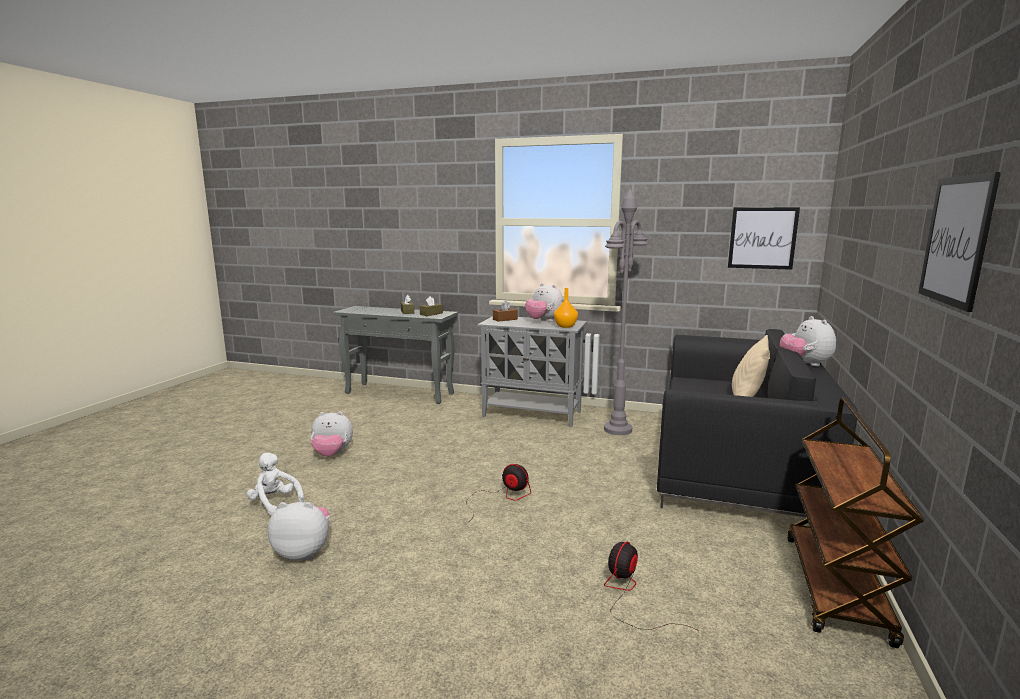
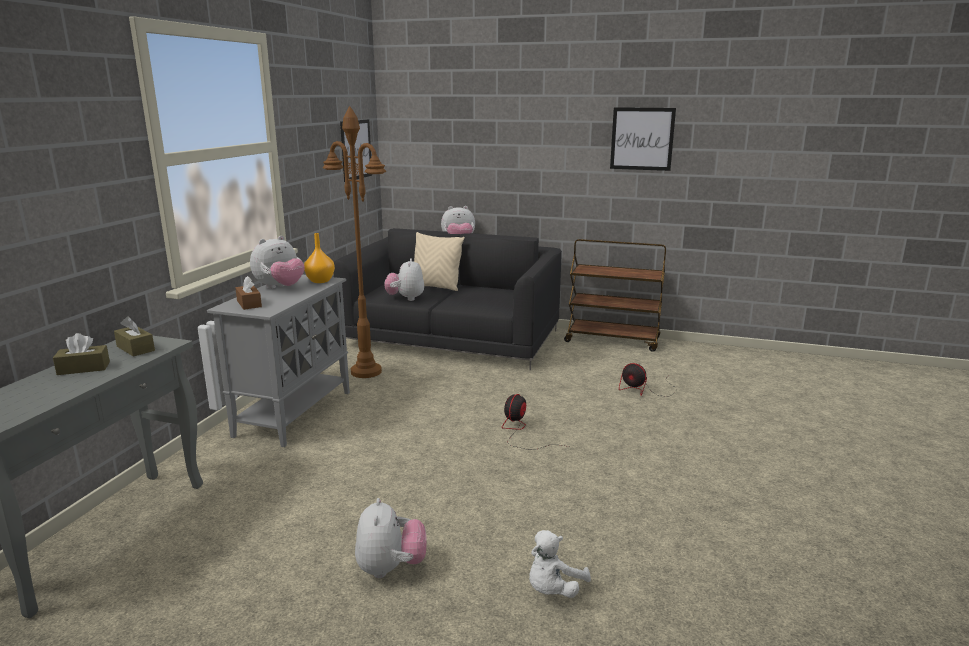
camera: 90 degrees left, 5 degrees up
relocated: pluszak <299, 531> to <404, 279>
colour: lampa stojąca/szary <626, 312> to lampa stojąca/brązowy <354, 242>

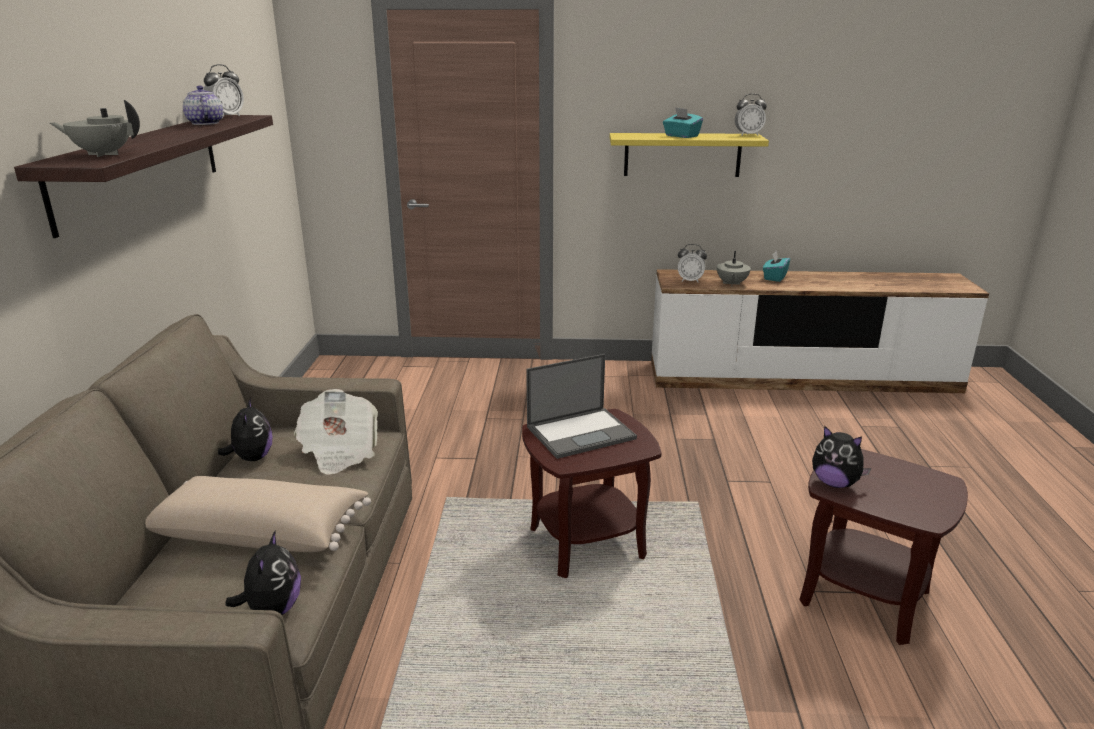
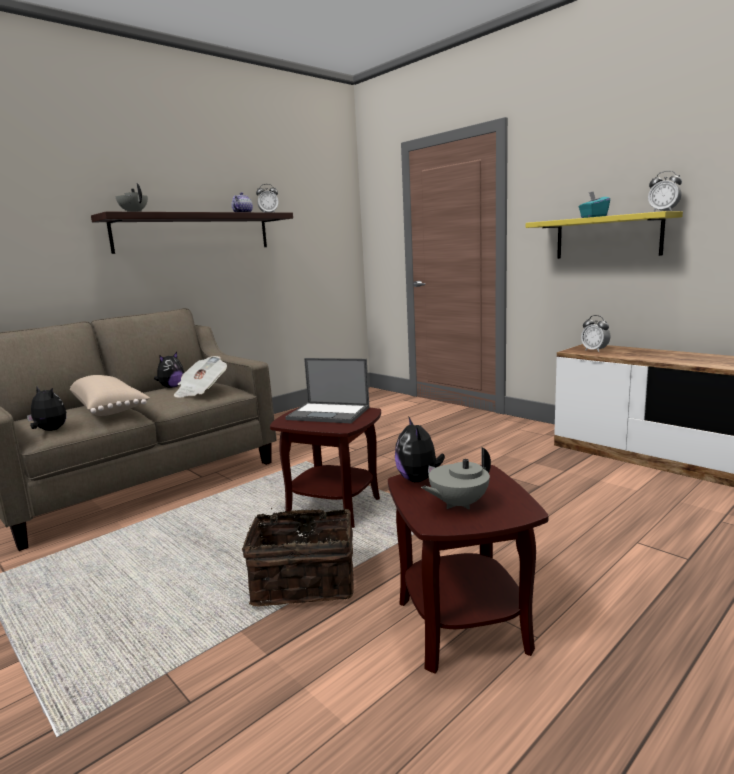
camera: 45 degrees right, 10 degrees down
missing: pudełko chusteczek/turkusowy <776, 266>
appeared: koszyk <298, 557>
relocated: imbryk/szary <734, 269> to <456, 478>
spun: pluszak <263, 573> = <46, 409> 105 degrees counterclockwise

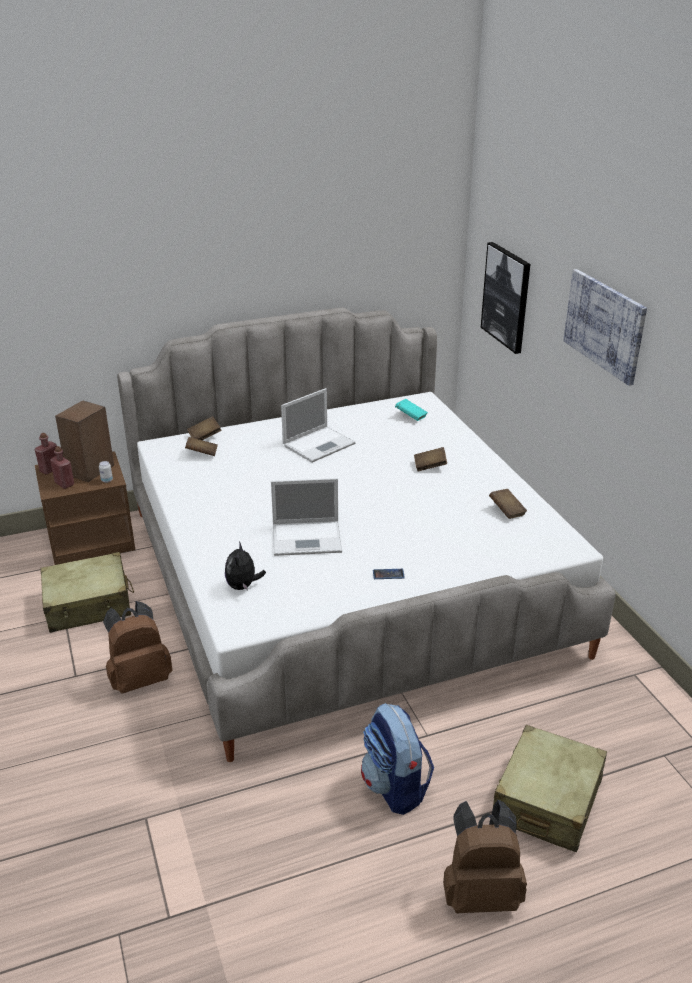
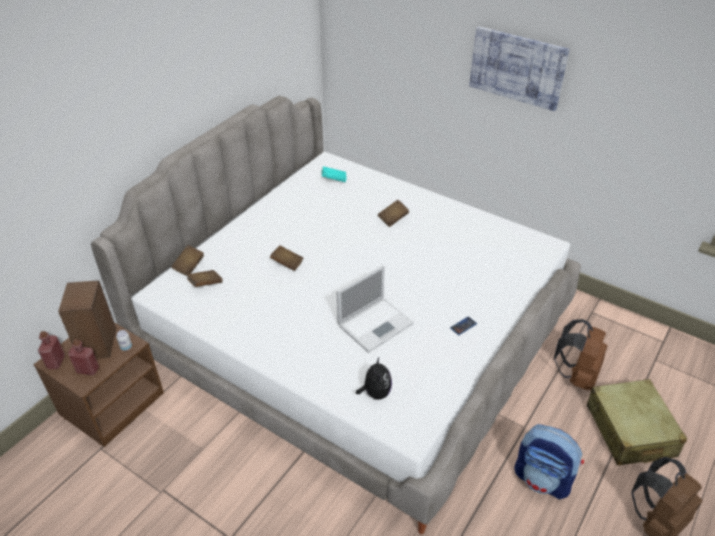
camera: 35 degrees left, 10 degrees up
missing: walizka/beżowy <87, 592>; laptop <318, 425>; obraz <505, 298>
relocated: plecak/brązowy <138, 647> to <580, 355>; książka/brązowy <508, 504> to <287, 258>
spun: pluszak <245, 565> = <374, 379> 150 degrees counterclockwise

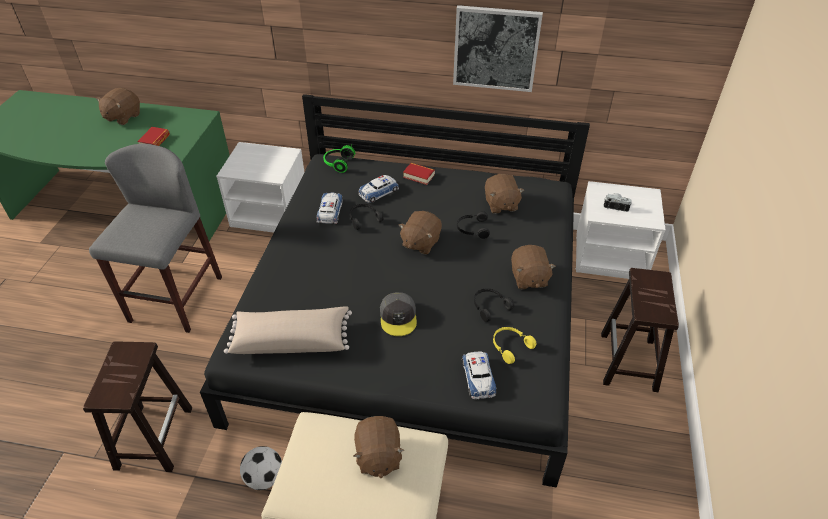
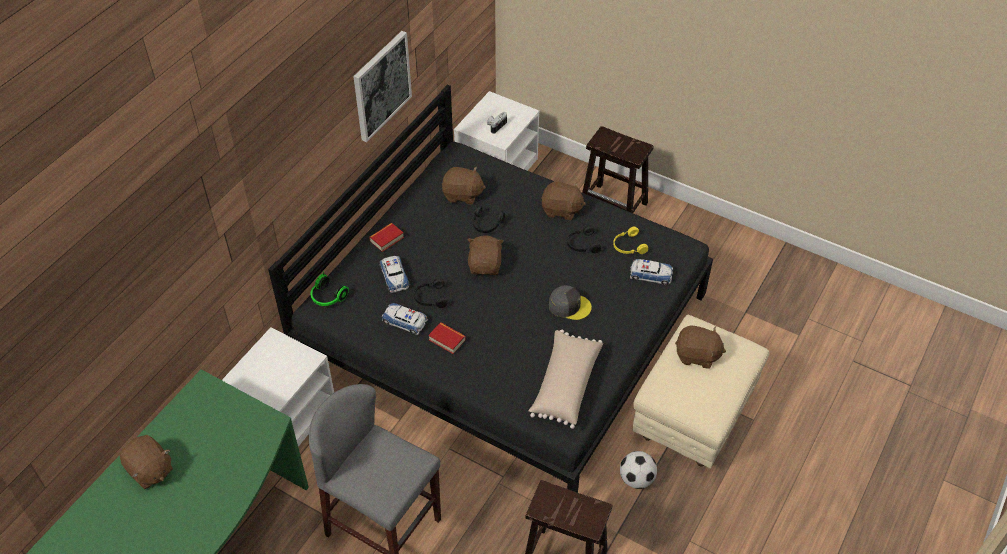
camera: 70 degrees left, 5 degrees up
relocated: książka <153, 136> to <447, 338>
spun: pluszak/brązowy <420, 233> = <485, 255> 135 degrees counterclockwise

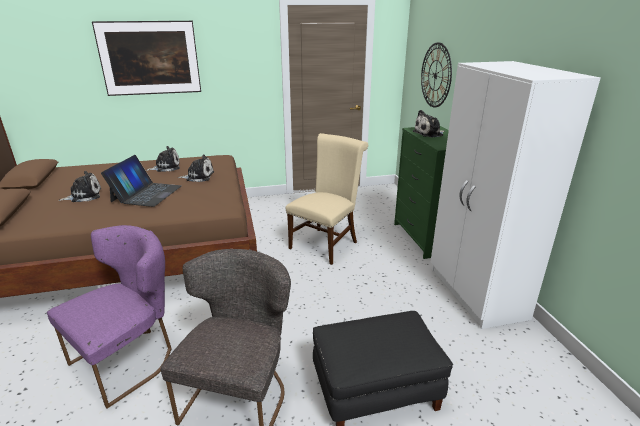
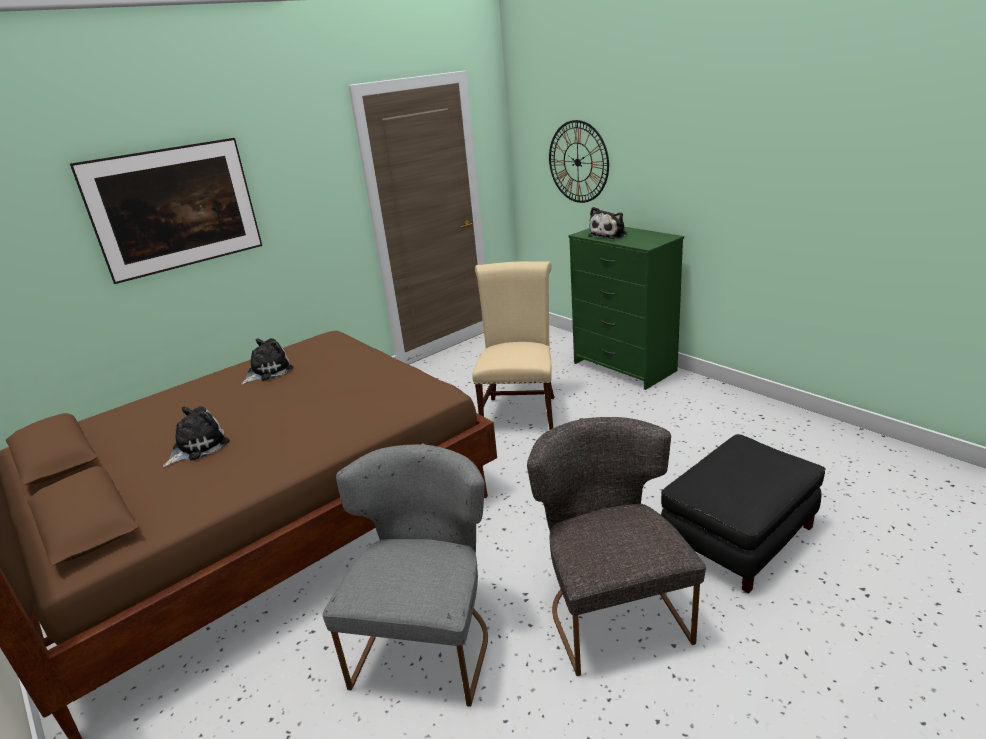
camera: 25 degrees left, 0 degrees up
missing: laptop <141, 181>; pluszak <196, 168>; szafa/biały <516, 195>
colour: krzesło/fioletowy <109, 317> to krzesło/szary <405, 575>

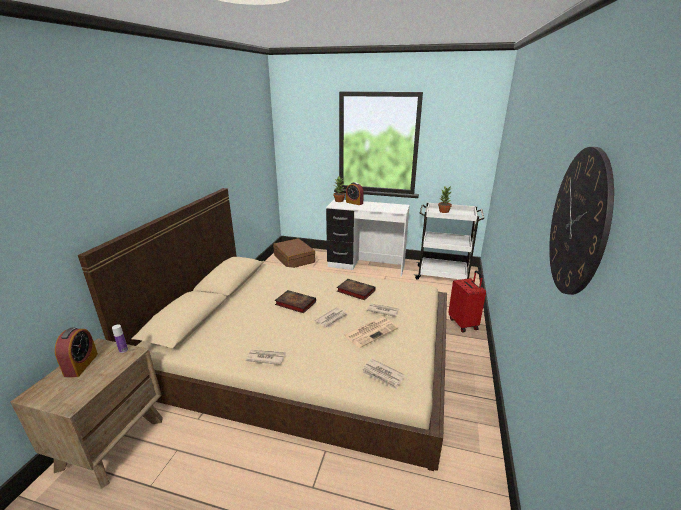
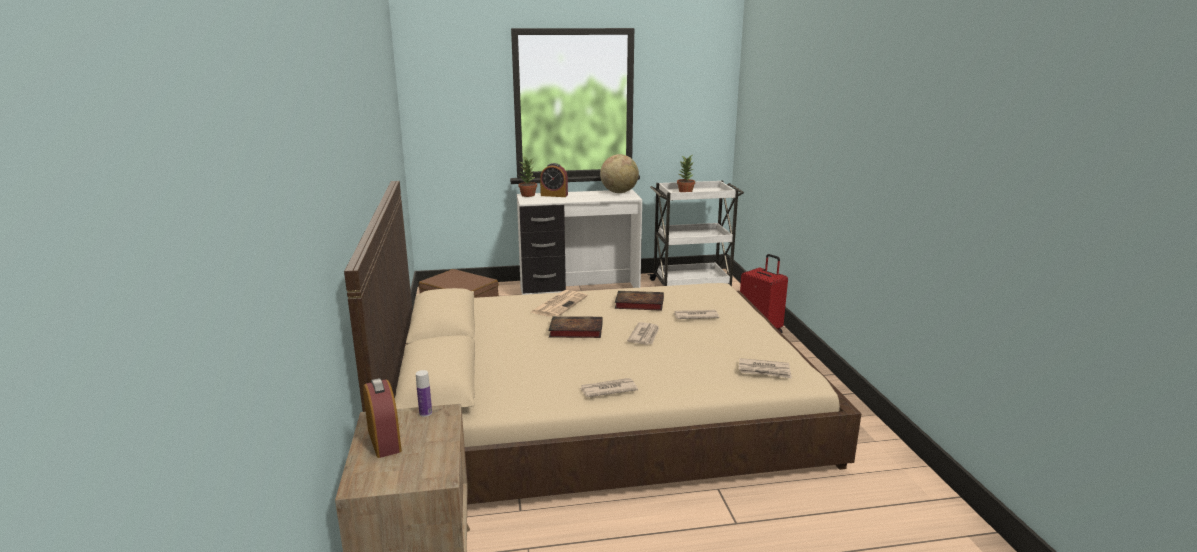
camera: 25 degrees left, 5 degrees down
missing: zegar ścienny <581, 221>
appeared: globus <619, 173>
relocated: gazeta <370, 332> to <559, 303>

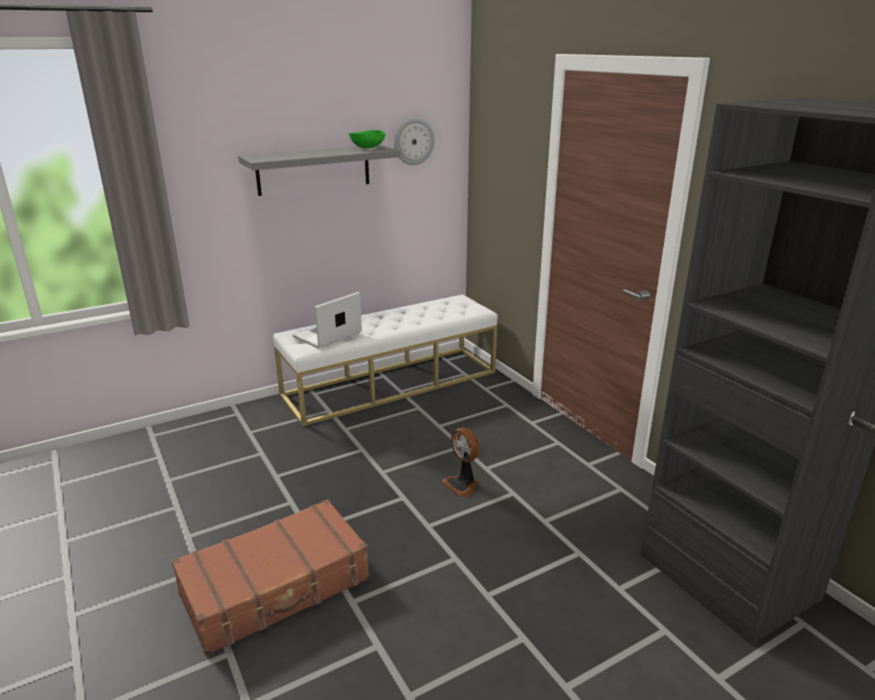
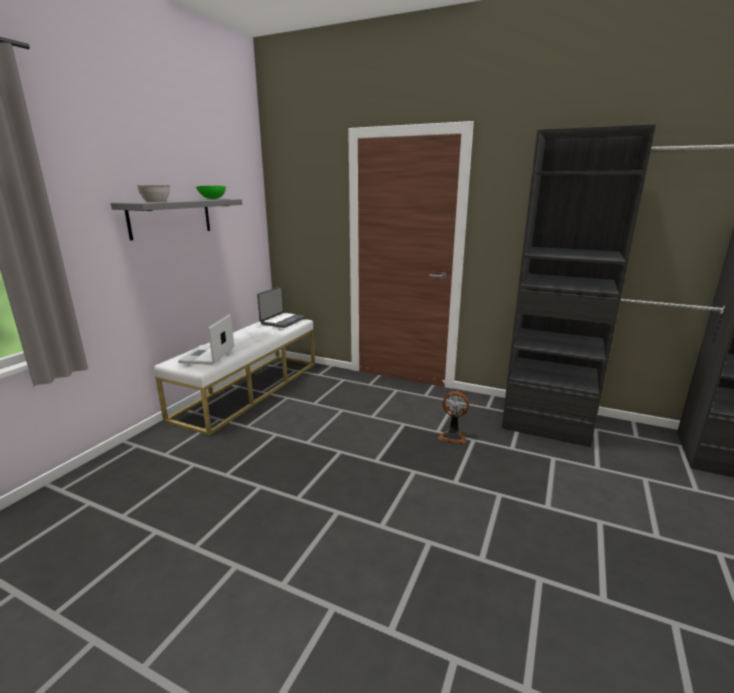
camera: 35 degrees left, 5 degrees down
missing: walizka/brązowy <270, 577>; zegar ścienny <414, 141>
appeared: miska <153, 193>; laptop <281, 307>
relocated: wentylator <461, 462> to <453, 417>

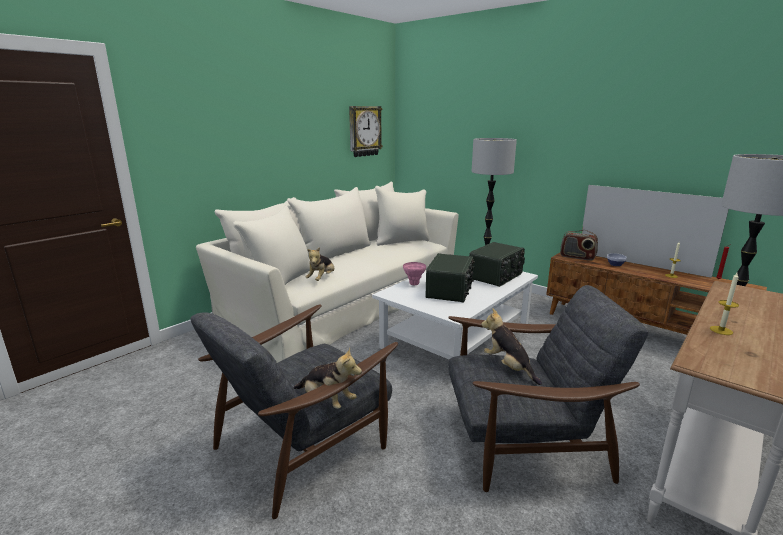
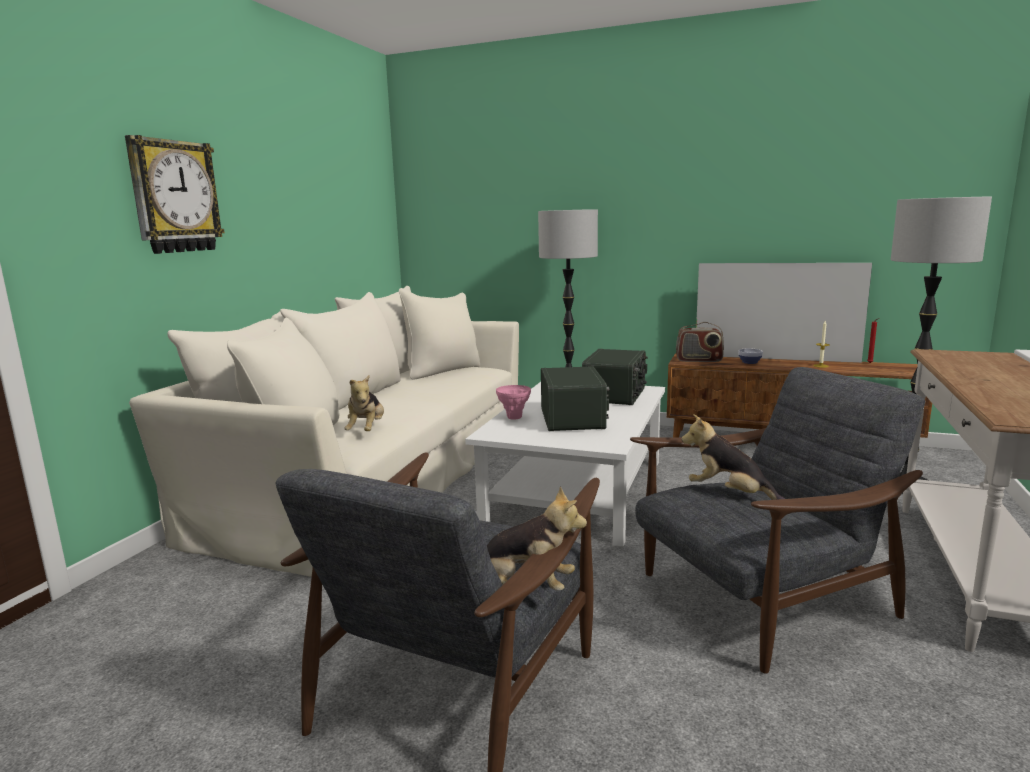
camera: 20 degrees left, 5 degrees down
missing: świeca <724, 304>
relocated: zegar ścienny <366, 131> to <175, 194>

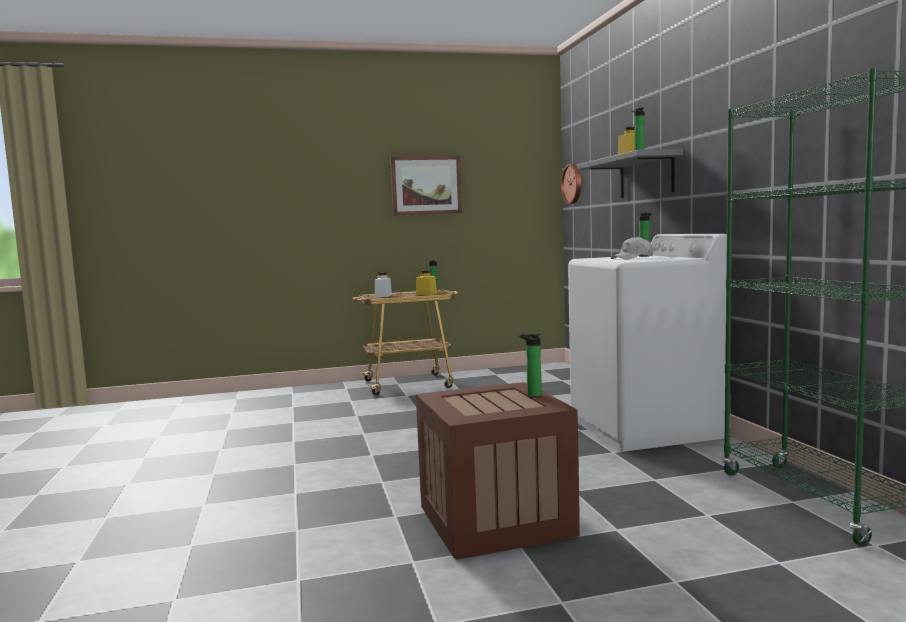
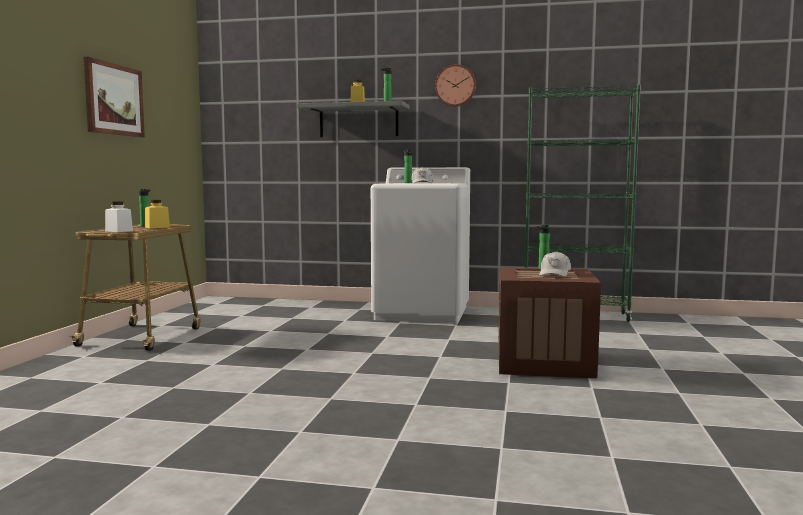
camera: 65 degrees left, 0 degrees up
appeared: czapka z daszkiem/biały <555, 264>
relocated: zegar ścienny <571, 184> to <455, 85>

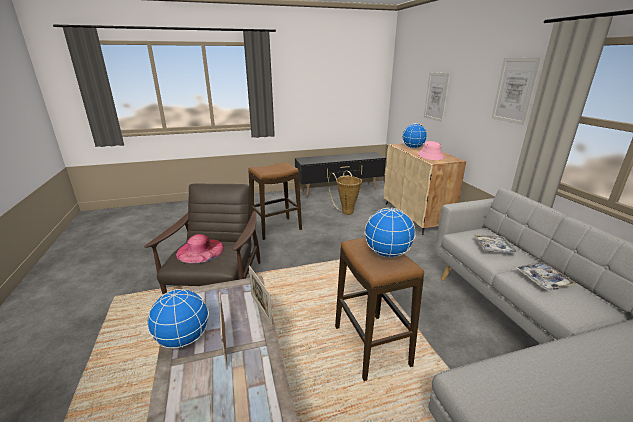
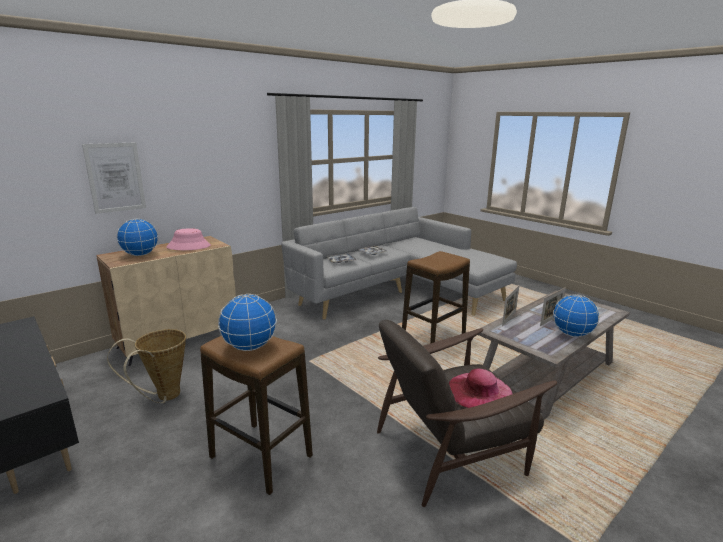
camera: 115 degrees left, 5 degrees down
missing: obraz <516, 91>
relocated: globus <389, 233> to <247, 322>

